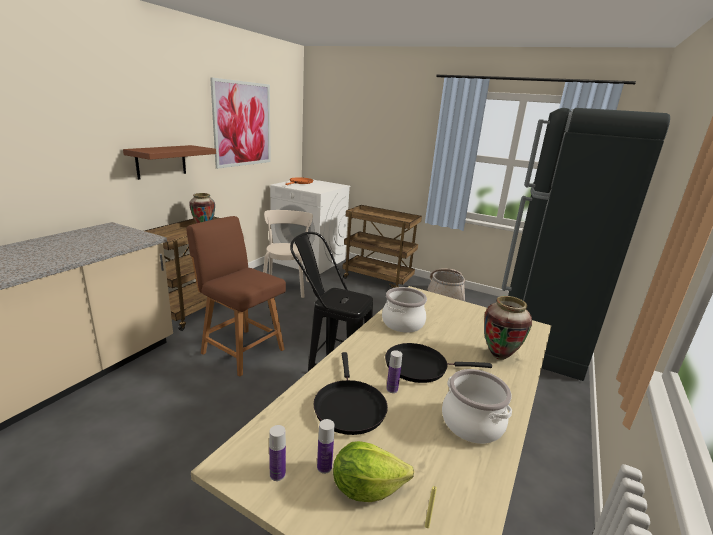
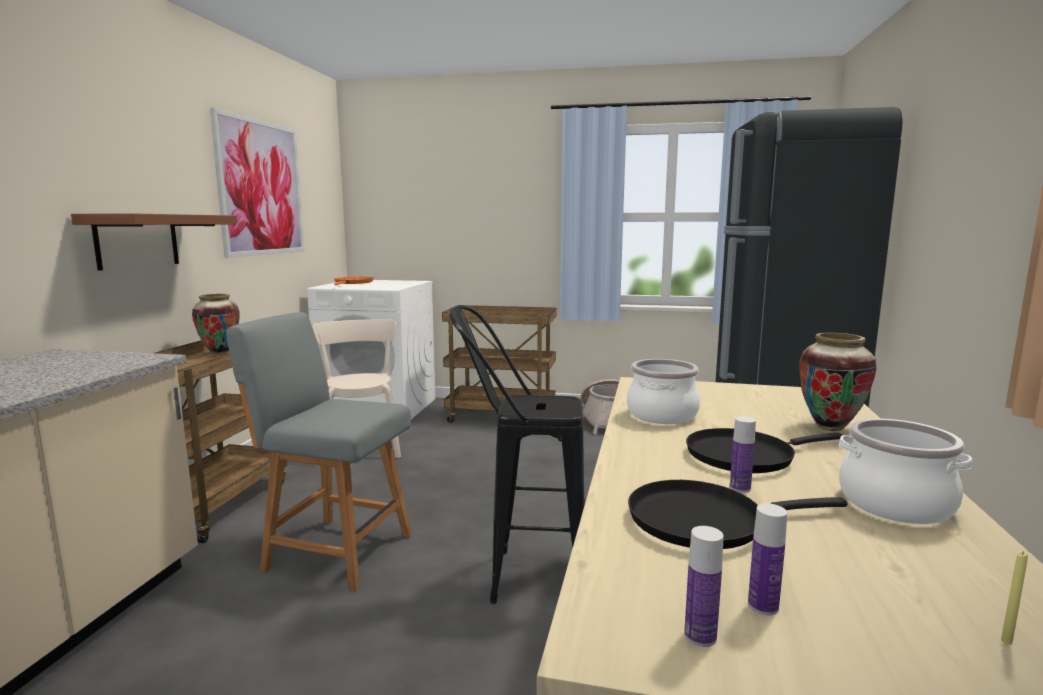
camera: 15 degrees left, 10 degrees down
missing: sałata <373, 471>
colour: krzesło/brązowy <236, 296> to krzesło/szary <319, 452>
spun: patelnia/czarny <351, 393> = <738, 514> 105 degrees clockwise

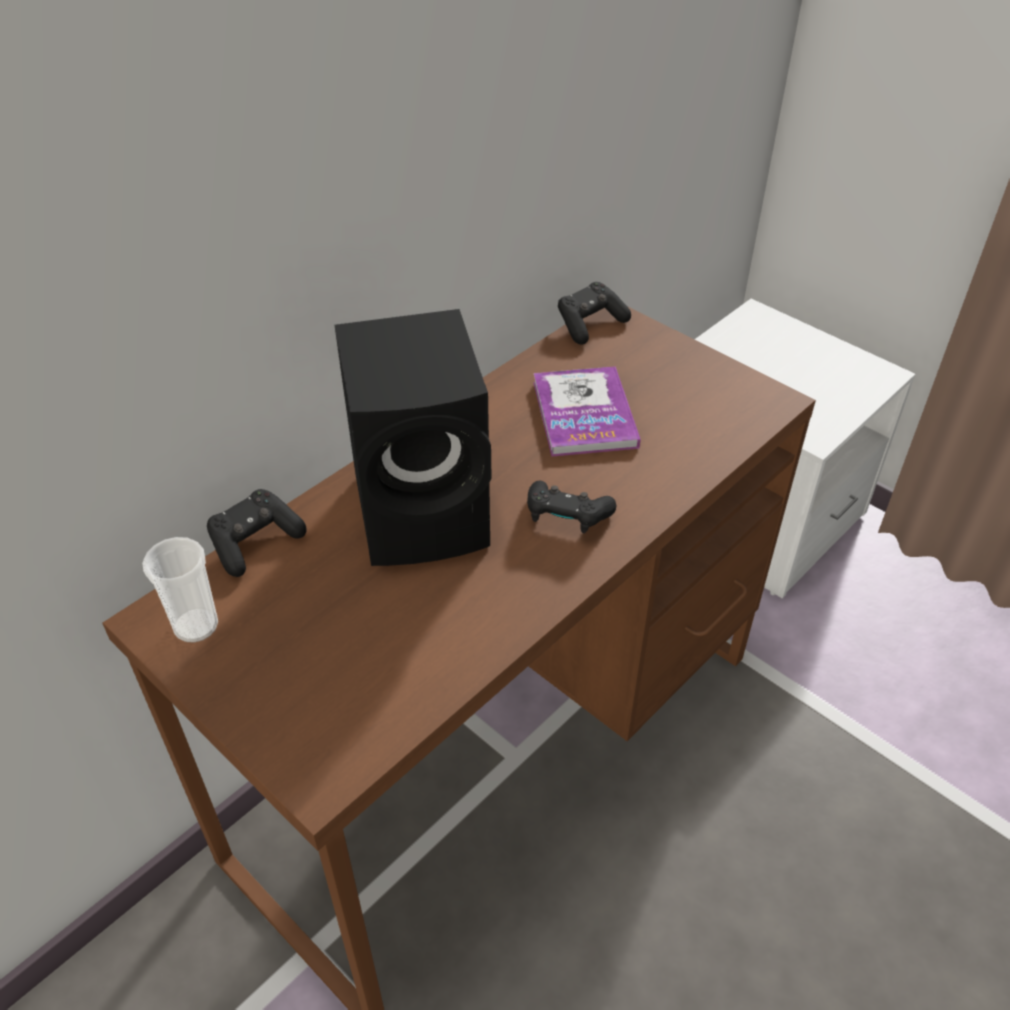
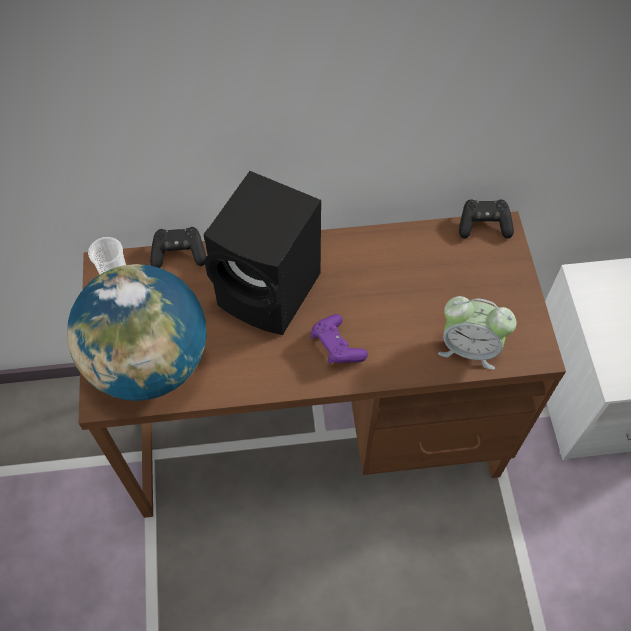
camera: 40 degrees right, 15 degrees up
missing: książka <587, 411>
appeared: globus <136, 332>; budzik <477, 333>
colour: pad do gier/czarny <571, 507> to pad do gier/fioletowy <339, 339>

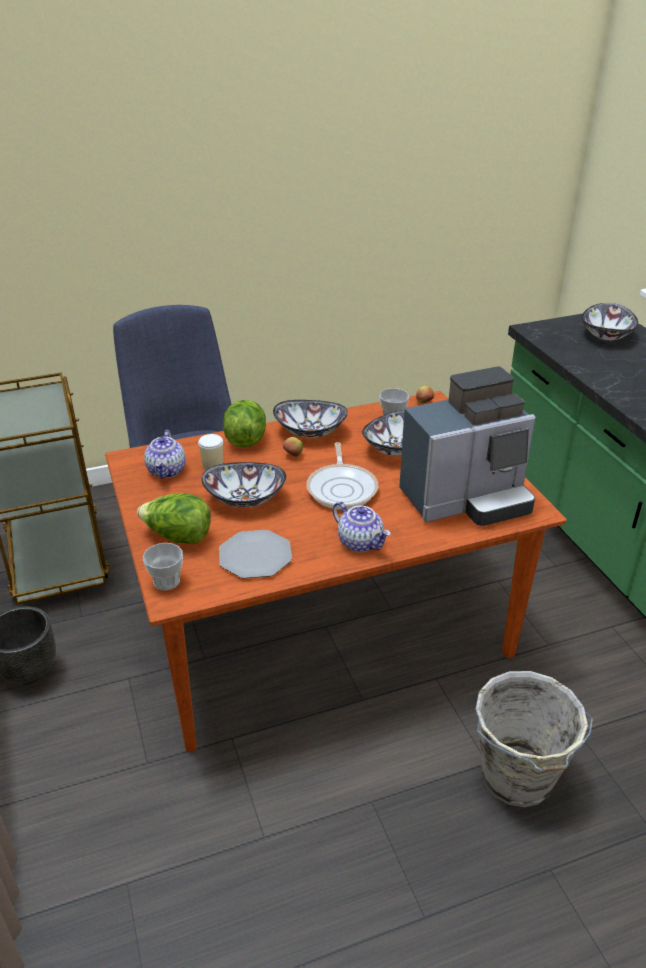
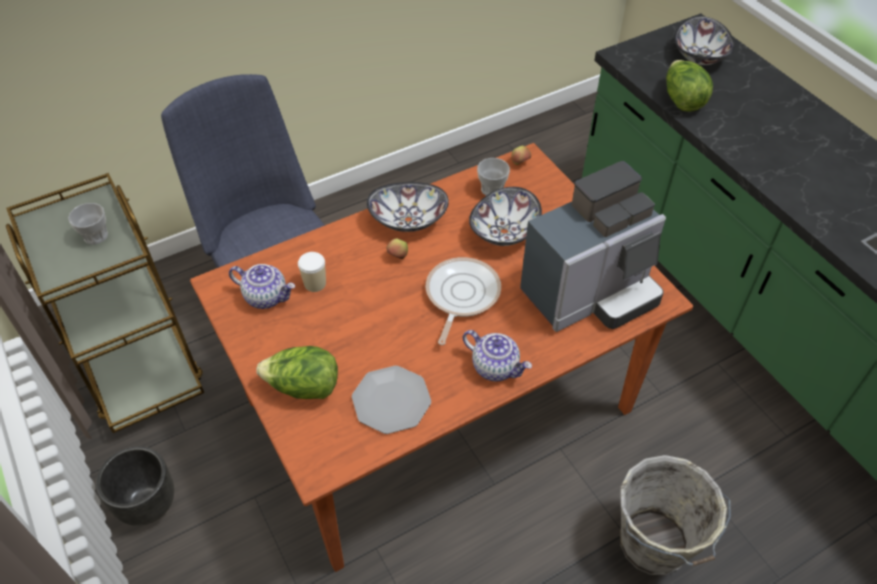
camera: 10 degrees left, 15 degrees up
missing: miska <244, 484>
relocated: filiżanka <163, 567> to <88, 224>; sałata <244, 424> to <689, 86>
spun: imbryk <165, 454> = <262, 286> 60 degrees counterclockwise; patelnia <342, 475> = <463, 301> 150 degrees counterclockwise

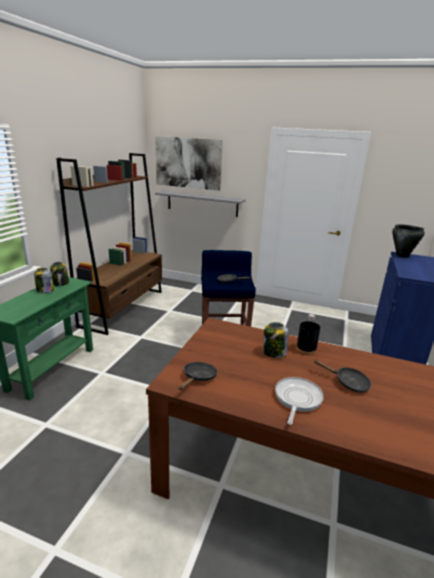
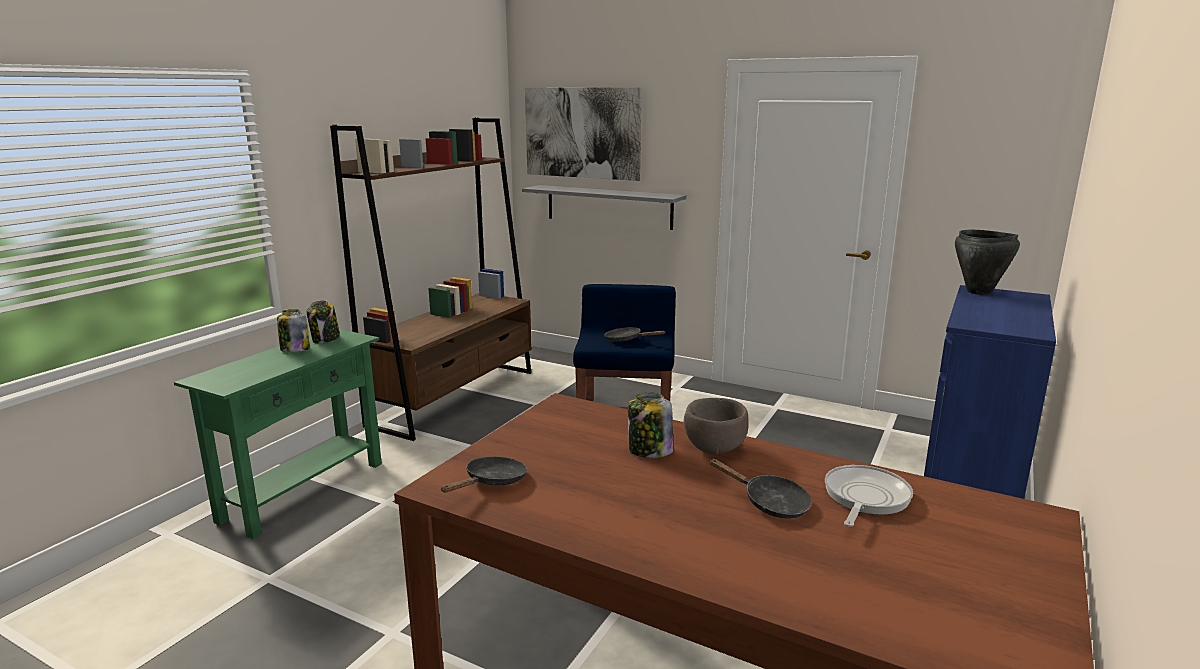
camera: 10 degrees right, 5 degrees down
relocated: patelnia <299, 401> to <869, 496>
exchanged: butelka/czarny <308, 335> to miska/brązowy <716, 426>

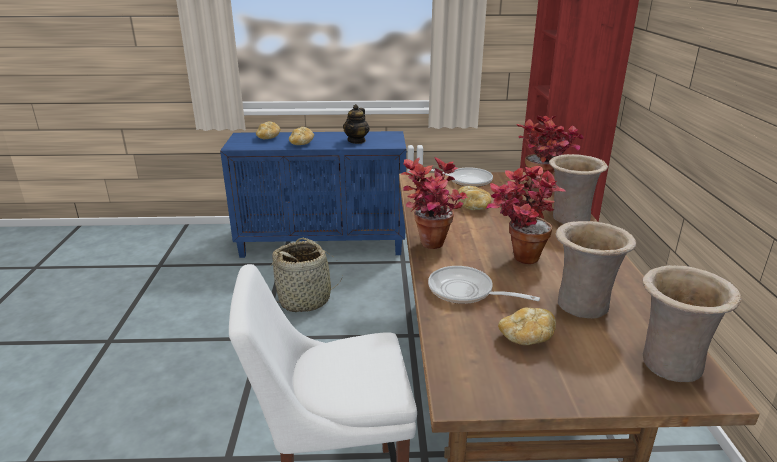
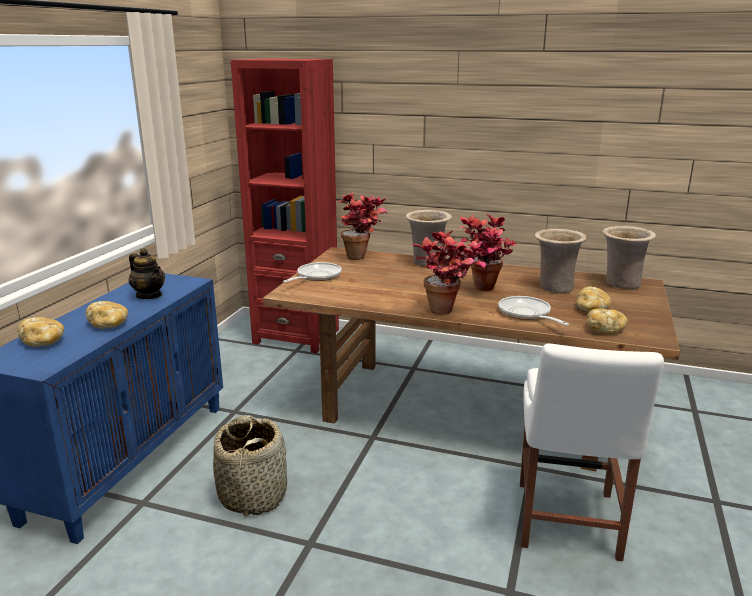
camera: 70 degrees left, 5 degrees down
relocated: chleb <475, 198> to <607, 320>
spun: patelnia <484, 285> = <533, 311> 105 degrees clockwise

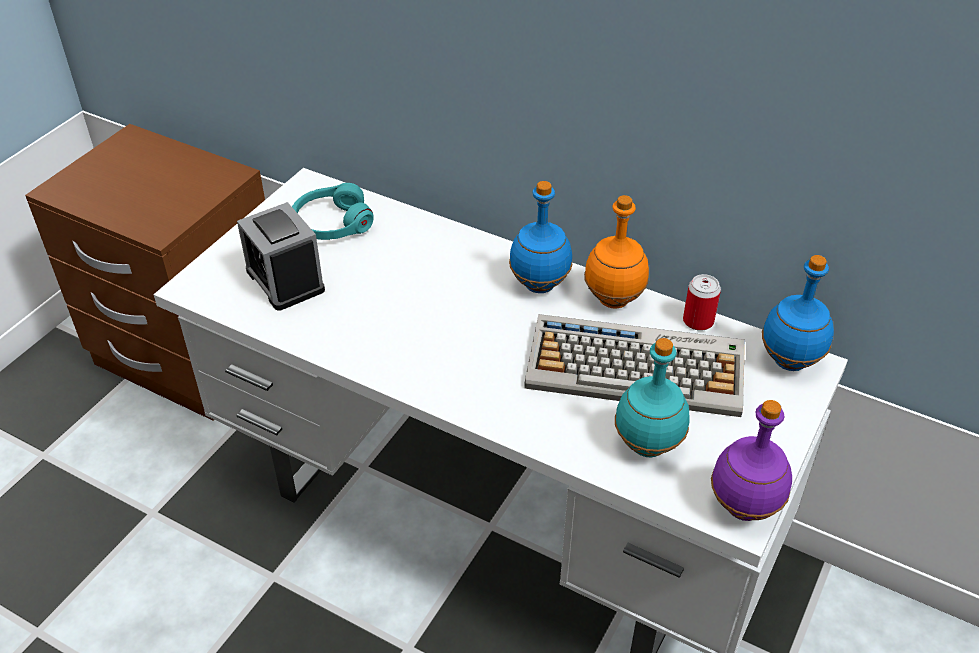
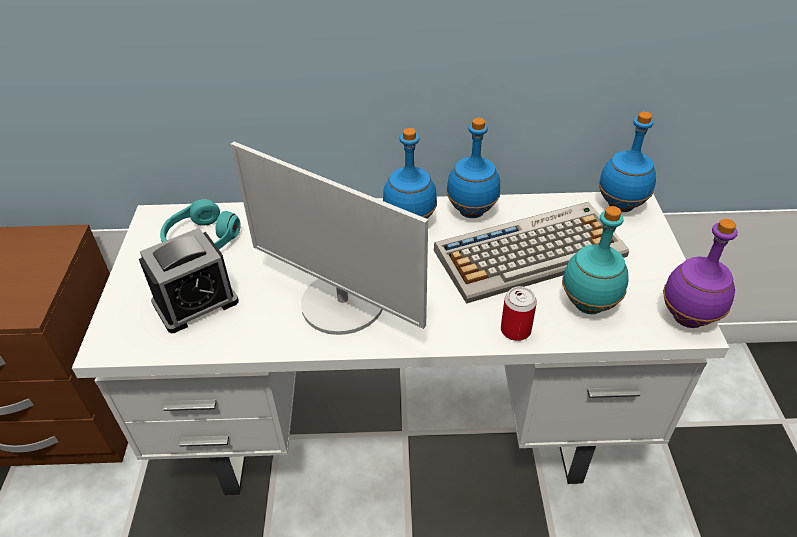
camera: 30 degrees left, 0 degrees up
appeared: monitor <329, 238>
relocated: puszka <702, 302> to <519, 313>
colour: butelka/pomarańczowy <616, 251> to butelka/niebieski <473, 168>
spun: budzik <281, 256> = <189, 280> 60 degrees counterclockwise

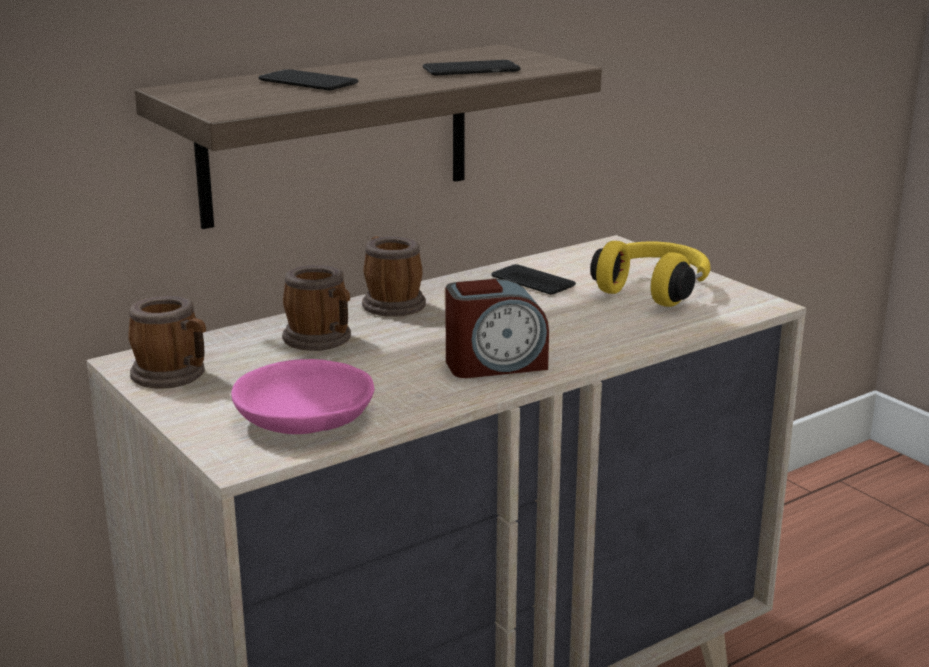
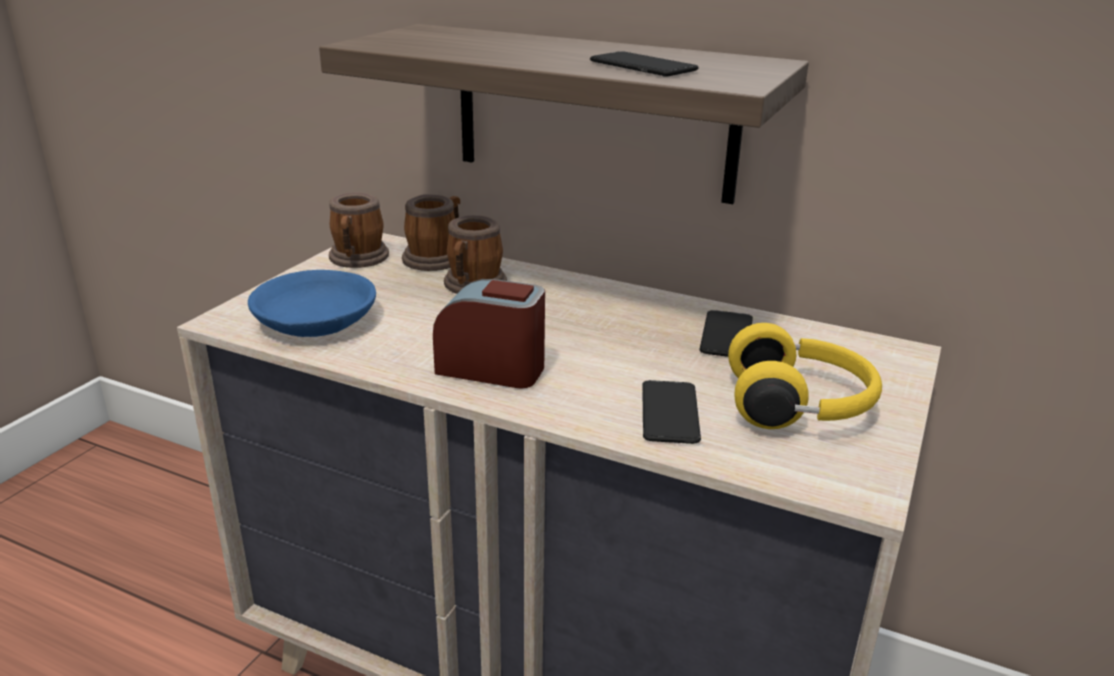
camera: 60 degrees right, 5 degrees up
relocated: telefon <308, 79> to <671, 412>; kubek <394, 276> to <431, 232>
colour: miska/różowy <303, 396> to miska/niebieski <312, 303>
spun: budzik <497, 328> = <489, 333> 150 degrees clockwise

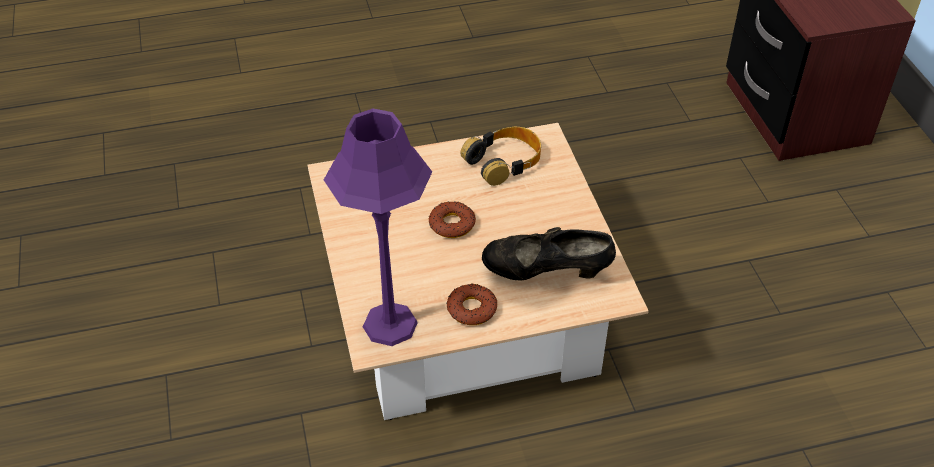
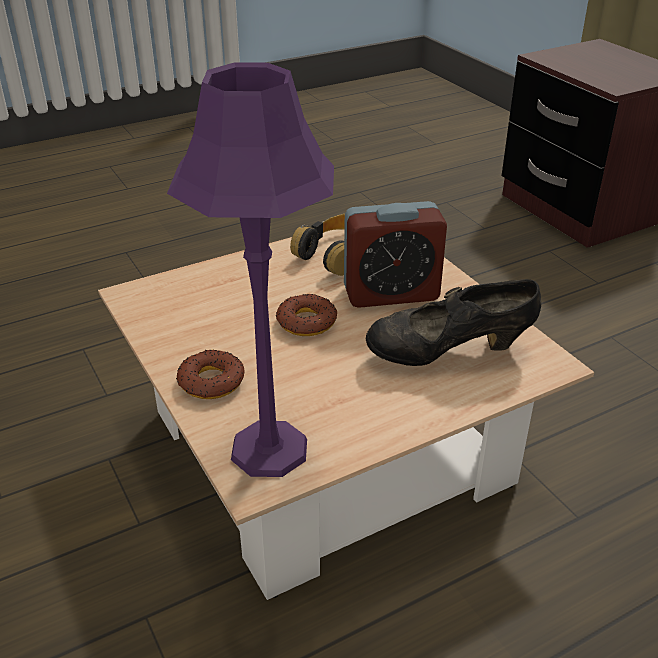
camera: 15 degrees left, 10 degrees down
appeared: budzik <395, 254>
relocated: donut <471, 304> to <210, 374>

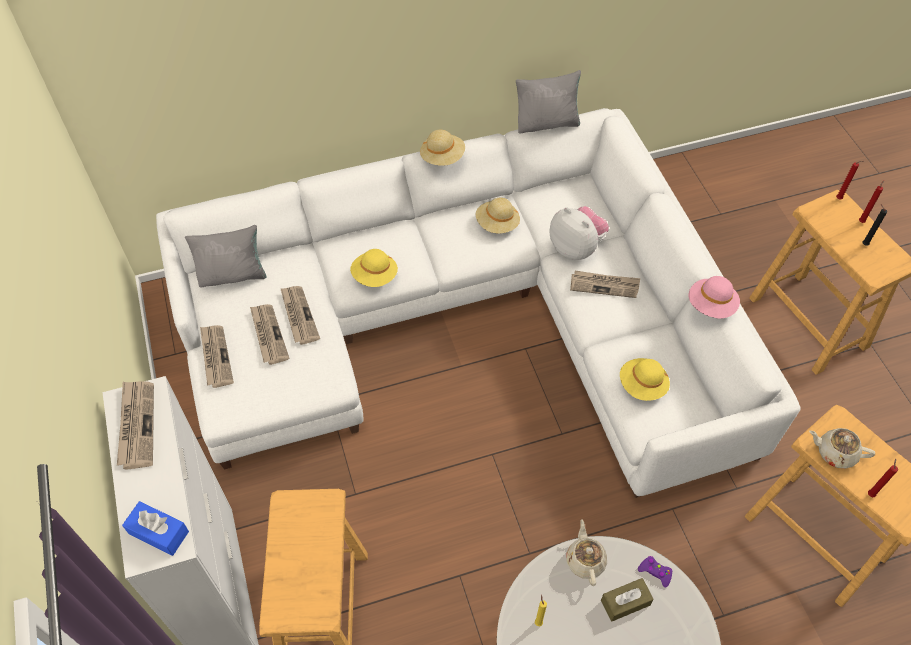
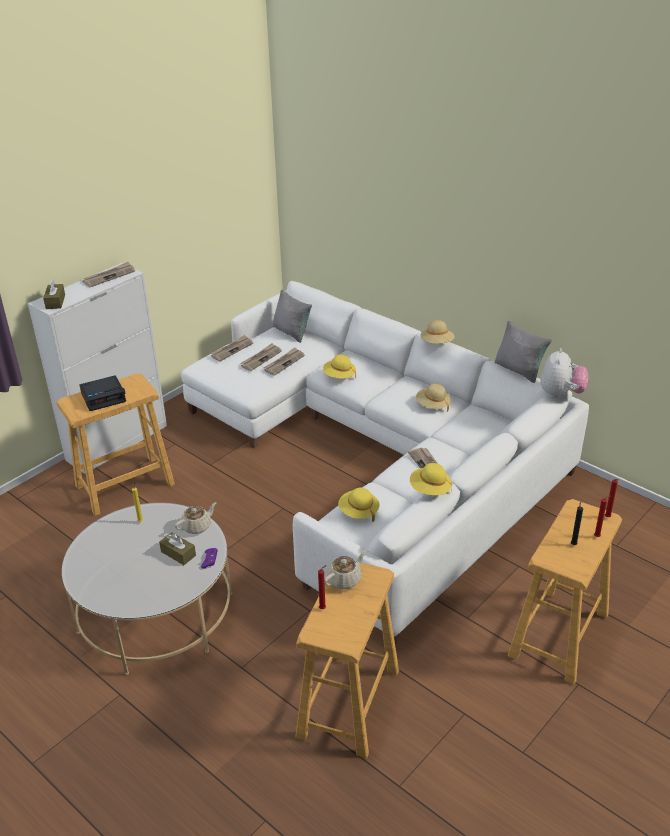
camera: 60 degrees right, 20 degrees down
appeared: budzik <102, 393>
relocated: pluszak <579, 233> to <564, 373>
colour: pudełko chusteczek/niebieski <155, 528> to pudełko chusteczek/brązowy <54, 294>; kapelusz/różowy <714, 297> to kapelusz/żółty <431, 479>
spun: imbryk/beżowy <842, 448> = <345, 569> 60 degrees clockwise

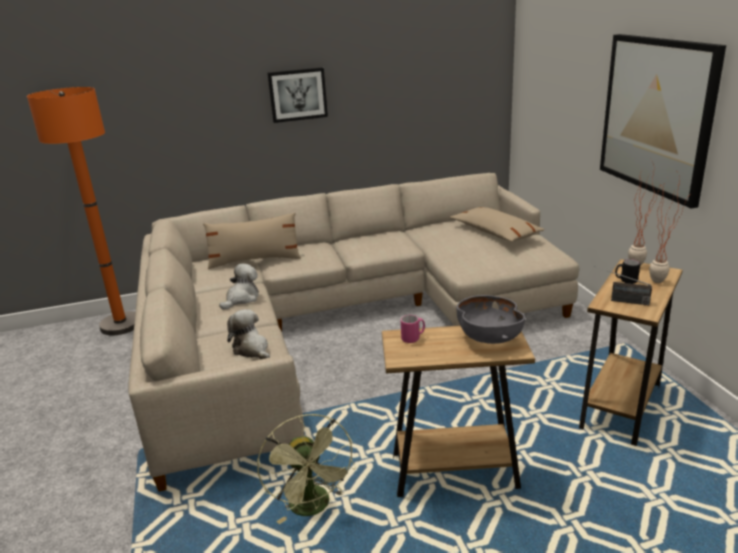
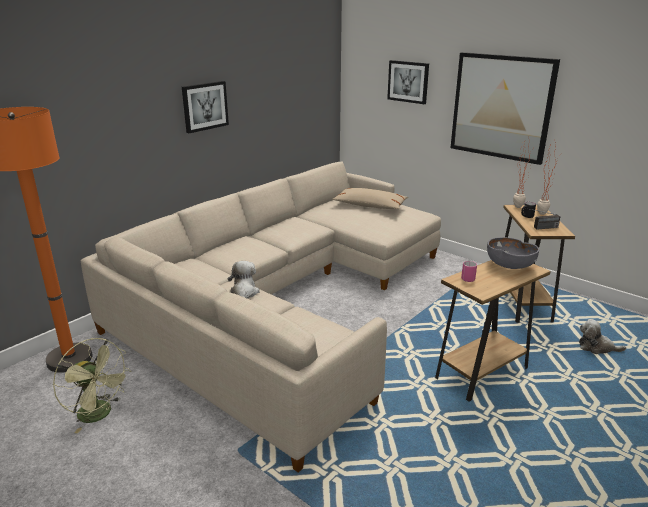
camera: 35 degrees left, 0 degrees up
missing: poduszka/beżowy <252, 240>
appeared: obraz <408, 82>
relocated: pluszak <248, 334> to <602, 336>; wentylator/zielony <306, 469> to <92, 386>

